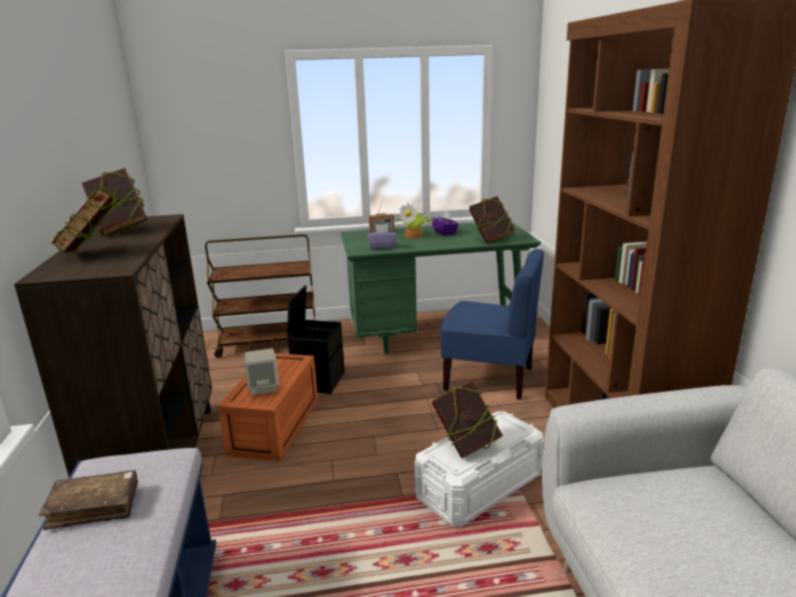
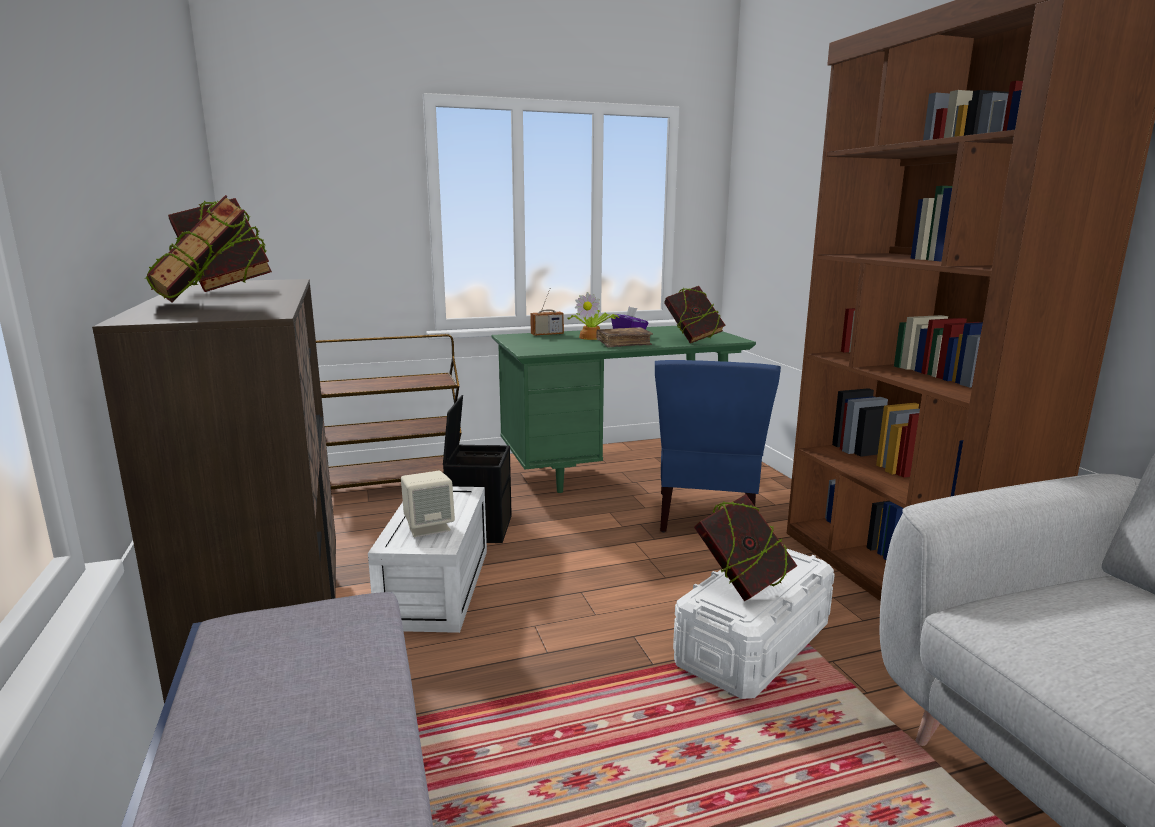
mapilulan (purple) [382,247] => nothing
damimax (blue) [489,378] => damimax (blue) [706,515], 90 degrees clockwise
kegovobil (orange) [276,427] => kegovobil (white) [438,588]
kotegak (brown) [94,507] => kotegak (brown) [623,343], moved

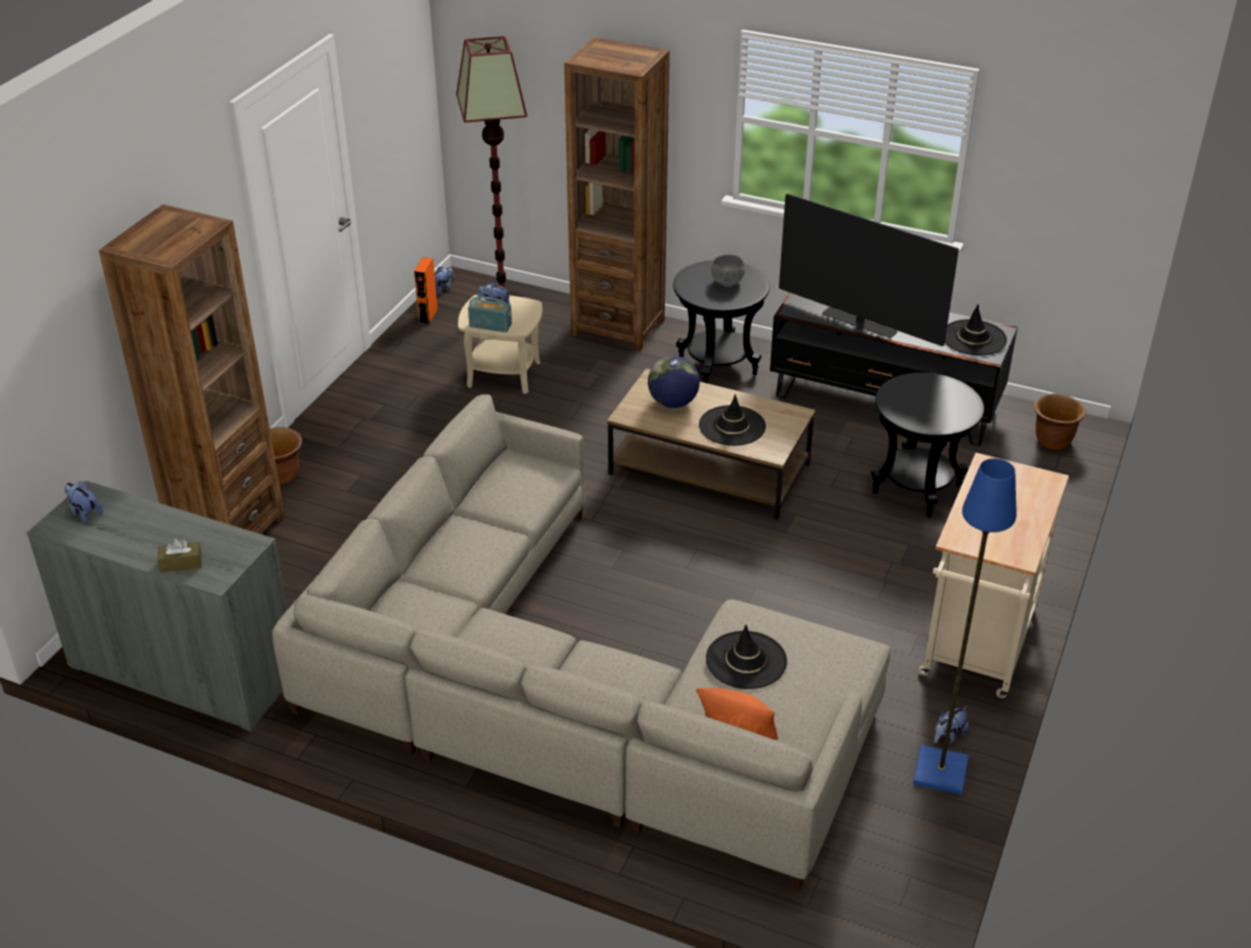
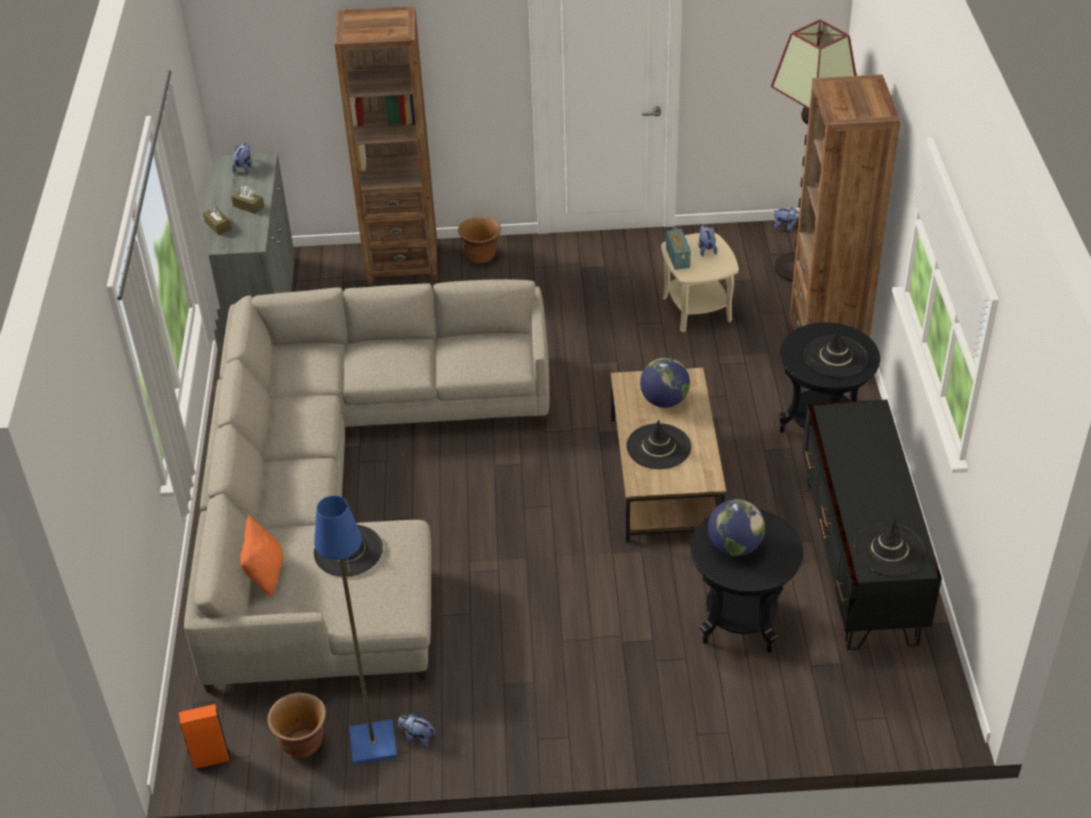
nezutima [859,323] => nothing
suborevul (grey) [728,282] => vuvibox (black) [836,357]
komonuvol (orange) [428,316] => komonuvol (orange) [211,759], moved
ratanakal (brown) [1052,441] => ratanakal (brown) [302,744], moved
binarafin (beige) [977,648] => nothing
nothing => mapilulan (brown) [248,206]
nothing => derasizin [734,546]

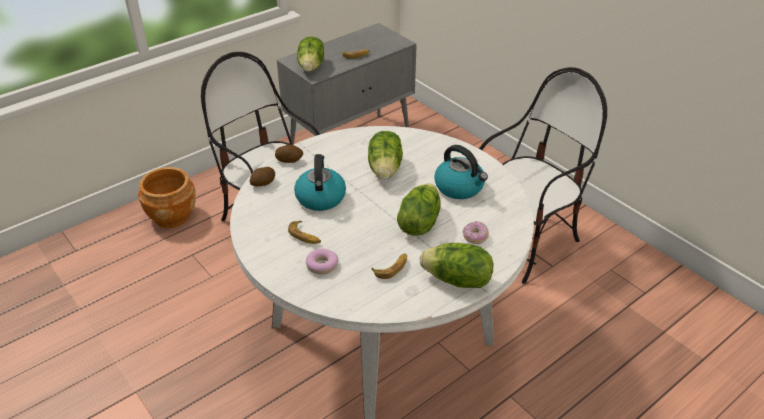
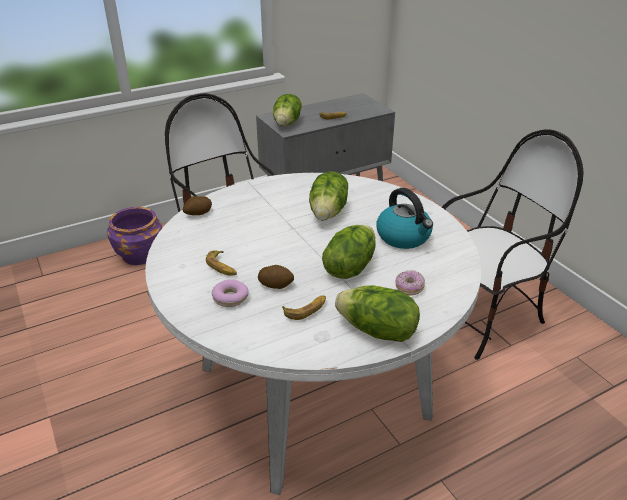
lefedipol [289,160] => lefedipol [276,285], moved
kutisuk [320,197] => nothing
ratanakal (brown) [172,216] => ratanakal (purple) [139,255]

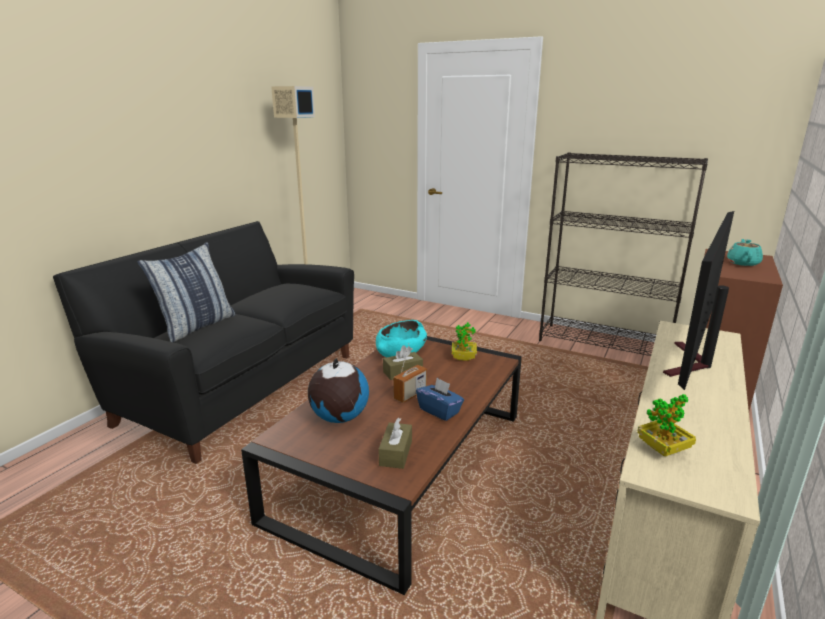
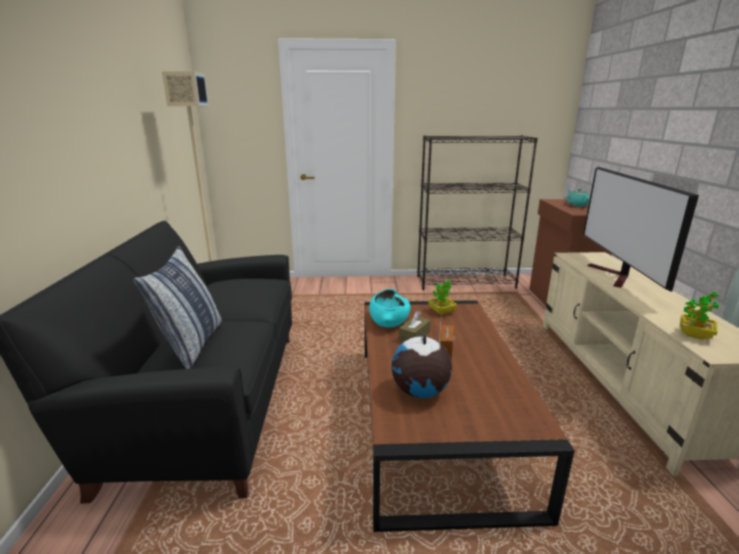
mapilulan (blue) [439,411] => nothing
mapilulan (brown) [396,453] => nothing

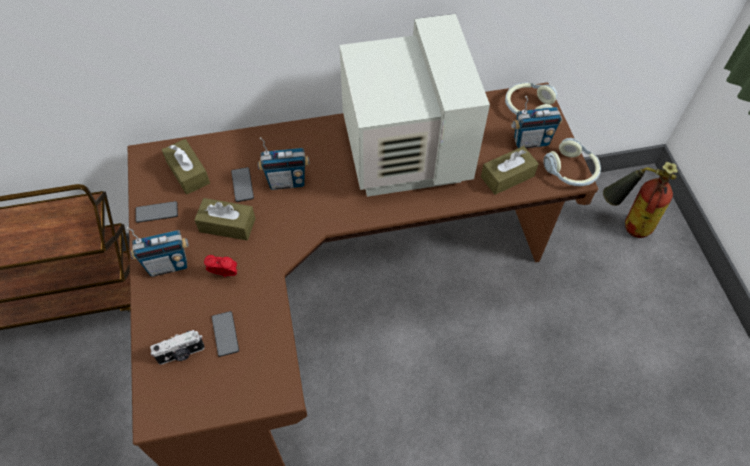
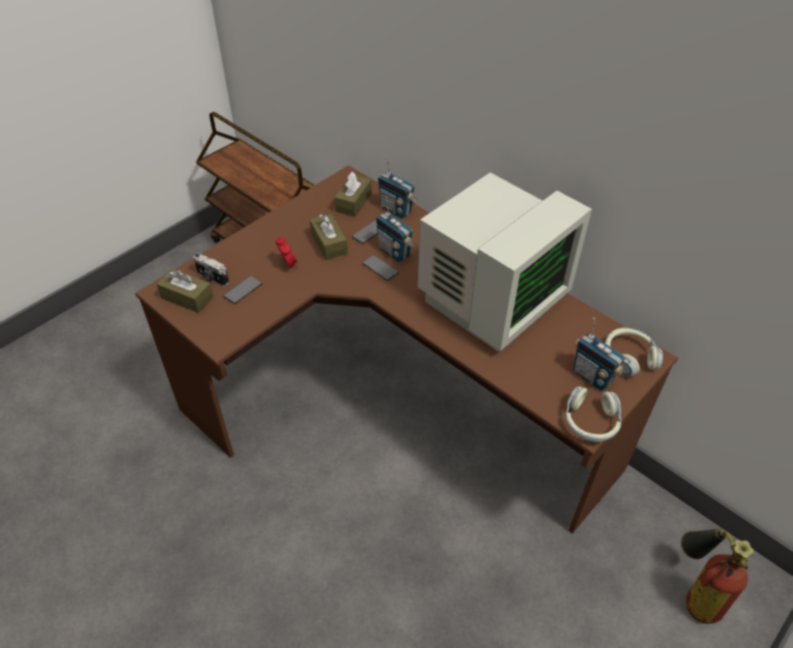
mapilulan (brown) [507,176] => mapilulan (brown) [187,298], moved
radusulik [157,212] => radusulik [380,268], moved
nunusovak [168,265] => nunusovak [396,210], moved

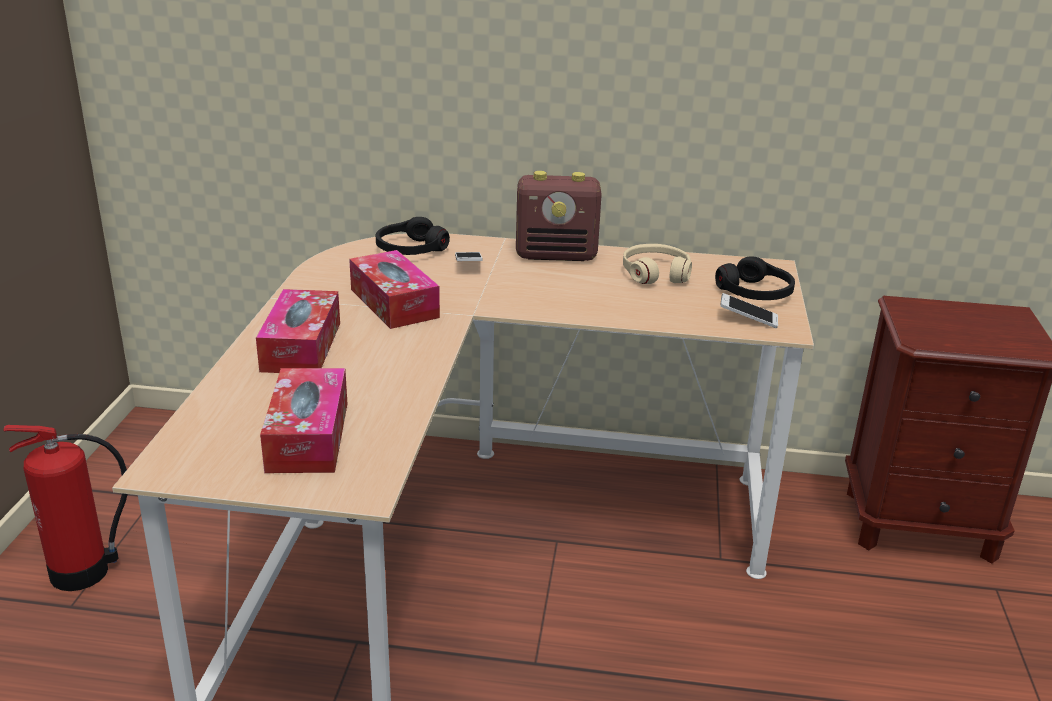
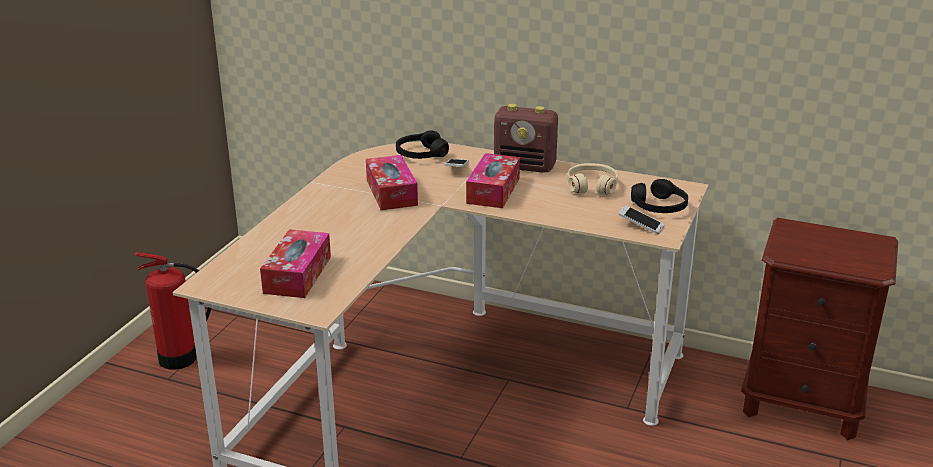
mapilulan [301,346] => mapilulan [493,190], moved

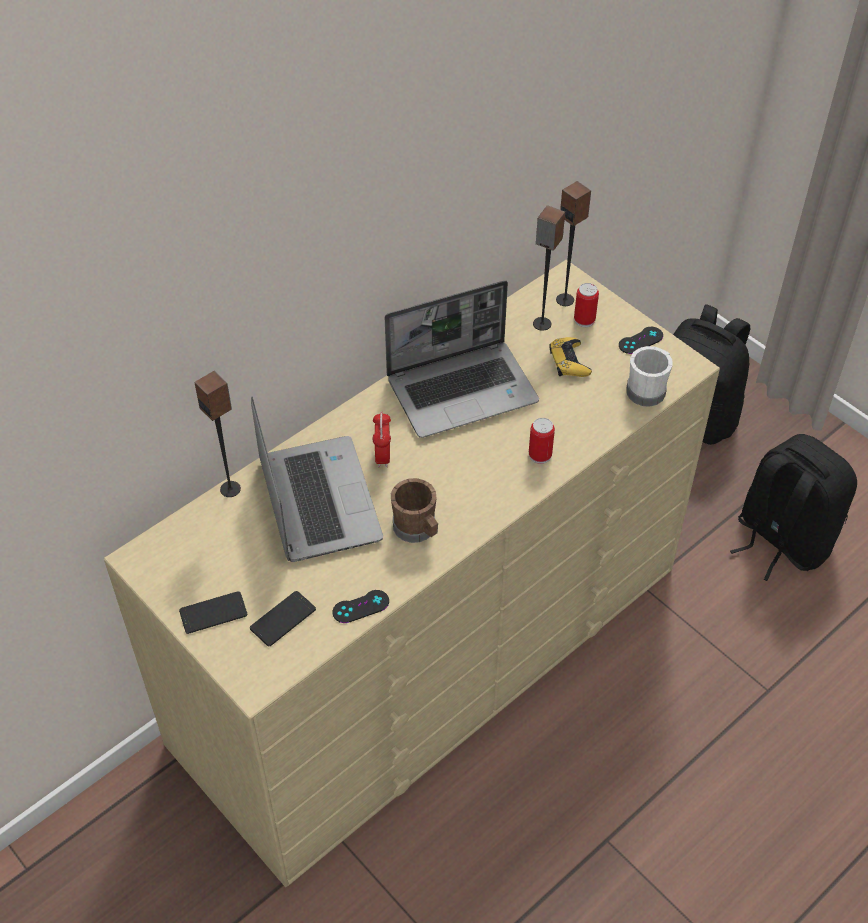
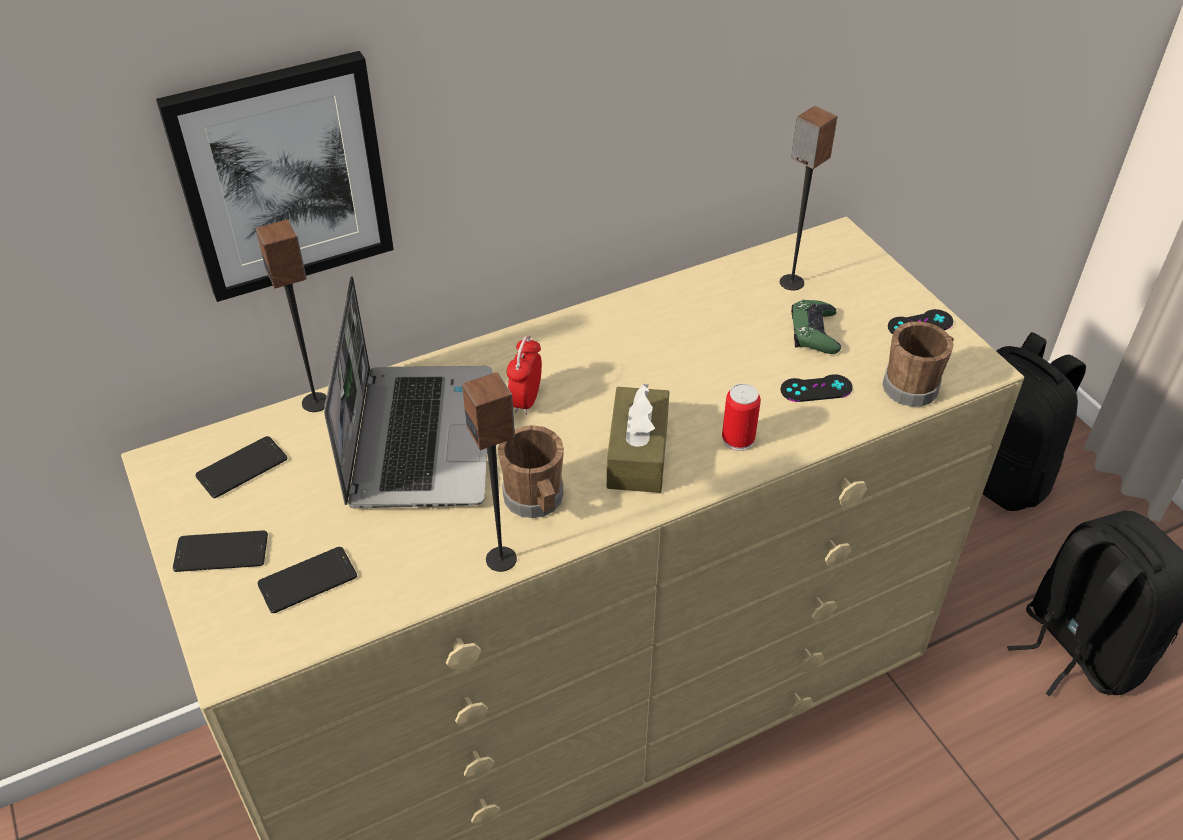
komonuvol [565,300] => komonuvol [502,559], moved
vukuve [463,389] => nothing
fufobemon [584,320] => nothing
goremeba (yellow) [569,362] => goremeba (green) [814,332]
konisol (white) [648,389] => konisol (brown) [915,385]
goremeba (black) [361,607] => goremeba (black) [816,389], moved
nothing => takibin [283,176]
nothing => mapilulan (brown) [637,454]
nothing => radusulik [242,468]

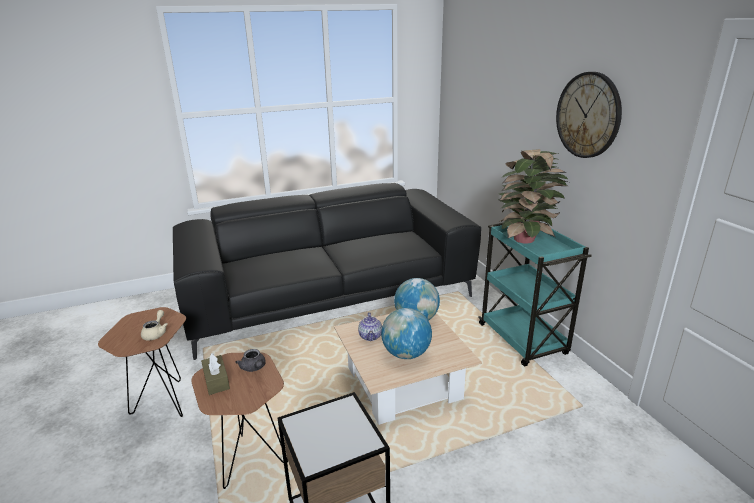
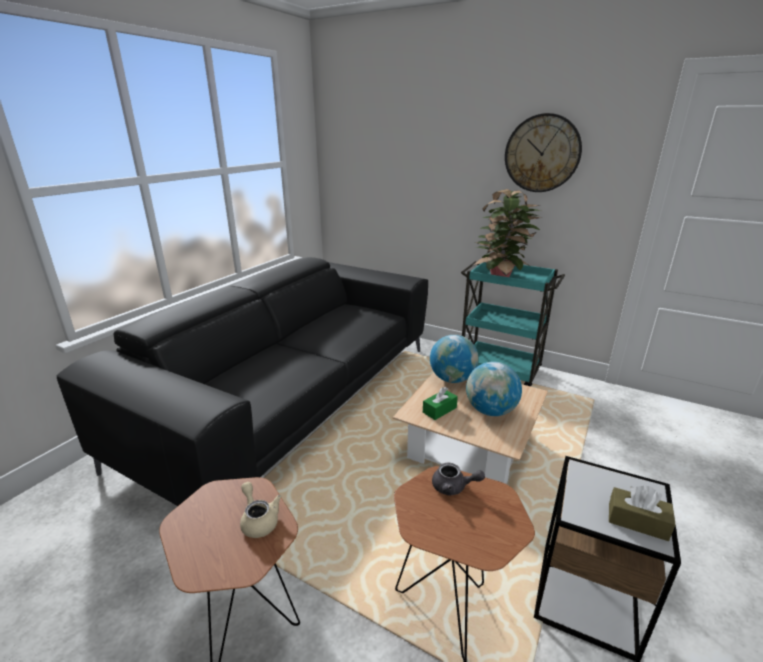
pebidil [370,336] => mapilulan (green) [439,410]
mapilulan (brown) [216,381] => mapilulan (brown) [637,521], moved

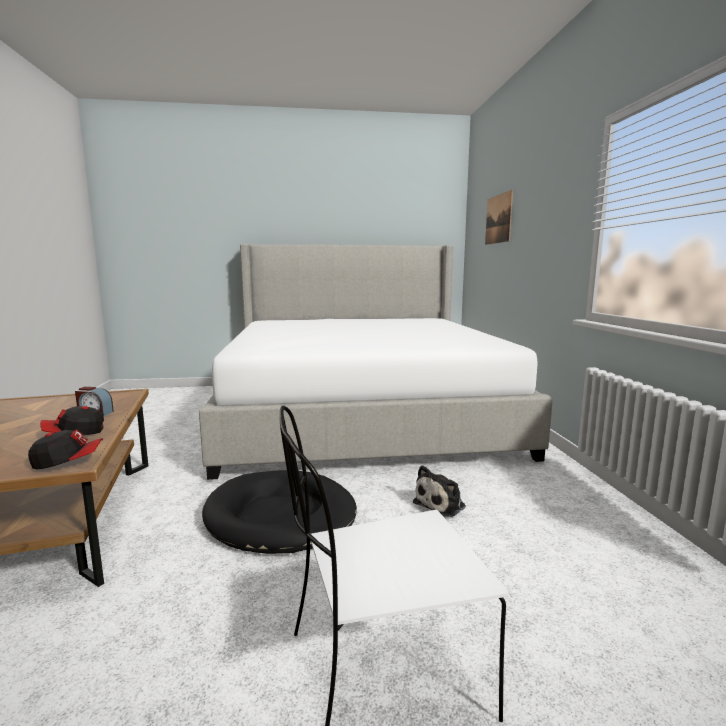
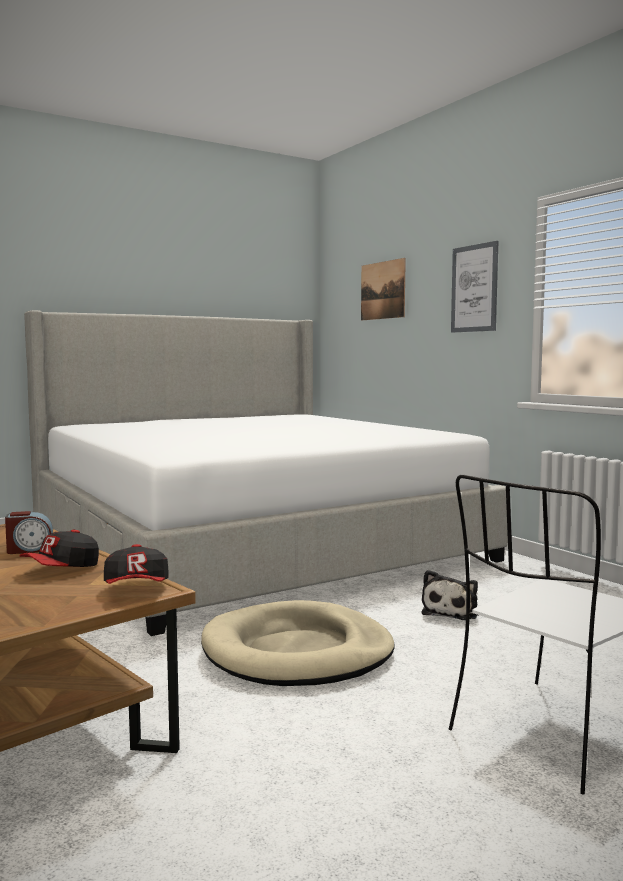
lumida [68,461] => lumida [137,589], 120 degrees clockwise
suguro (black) [281,516] => suguro (beige) [297,652]
nothing => takibin [474,288]

